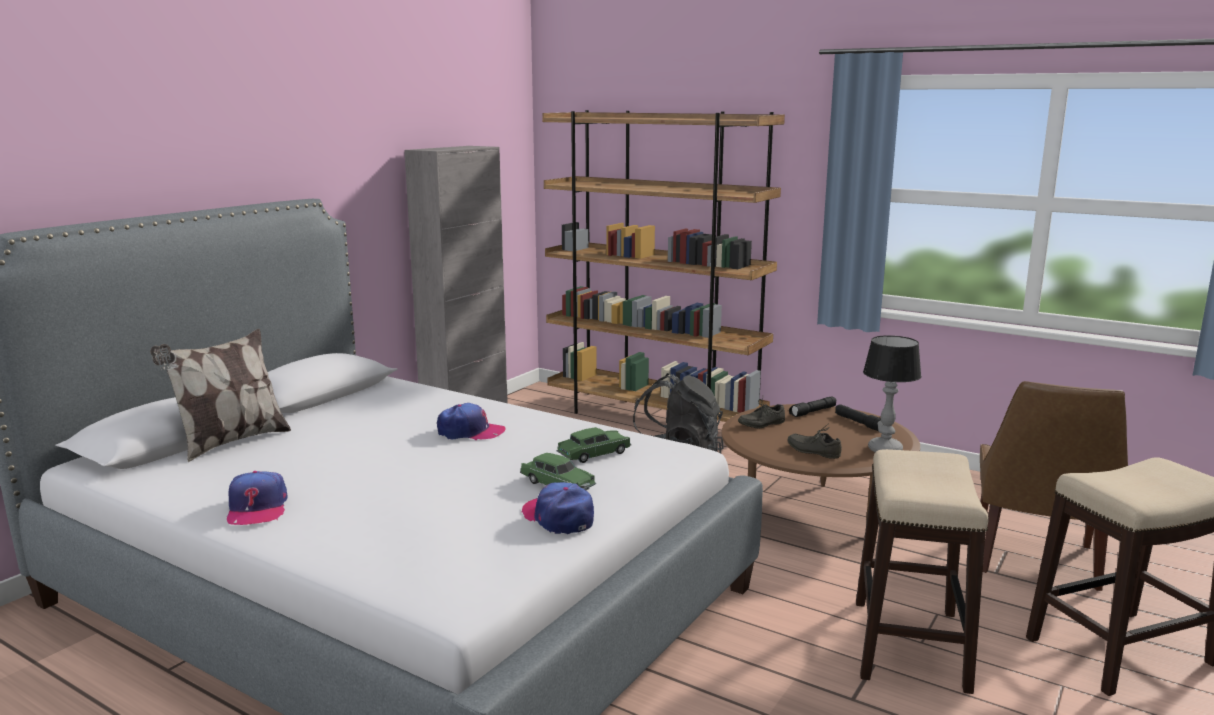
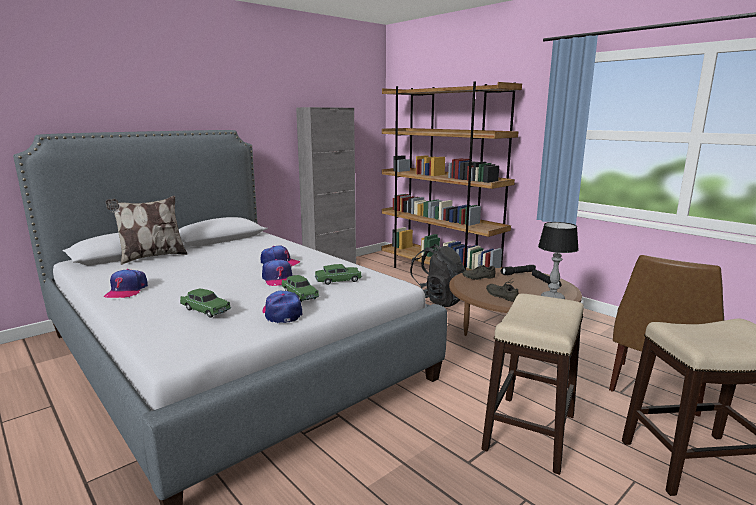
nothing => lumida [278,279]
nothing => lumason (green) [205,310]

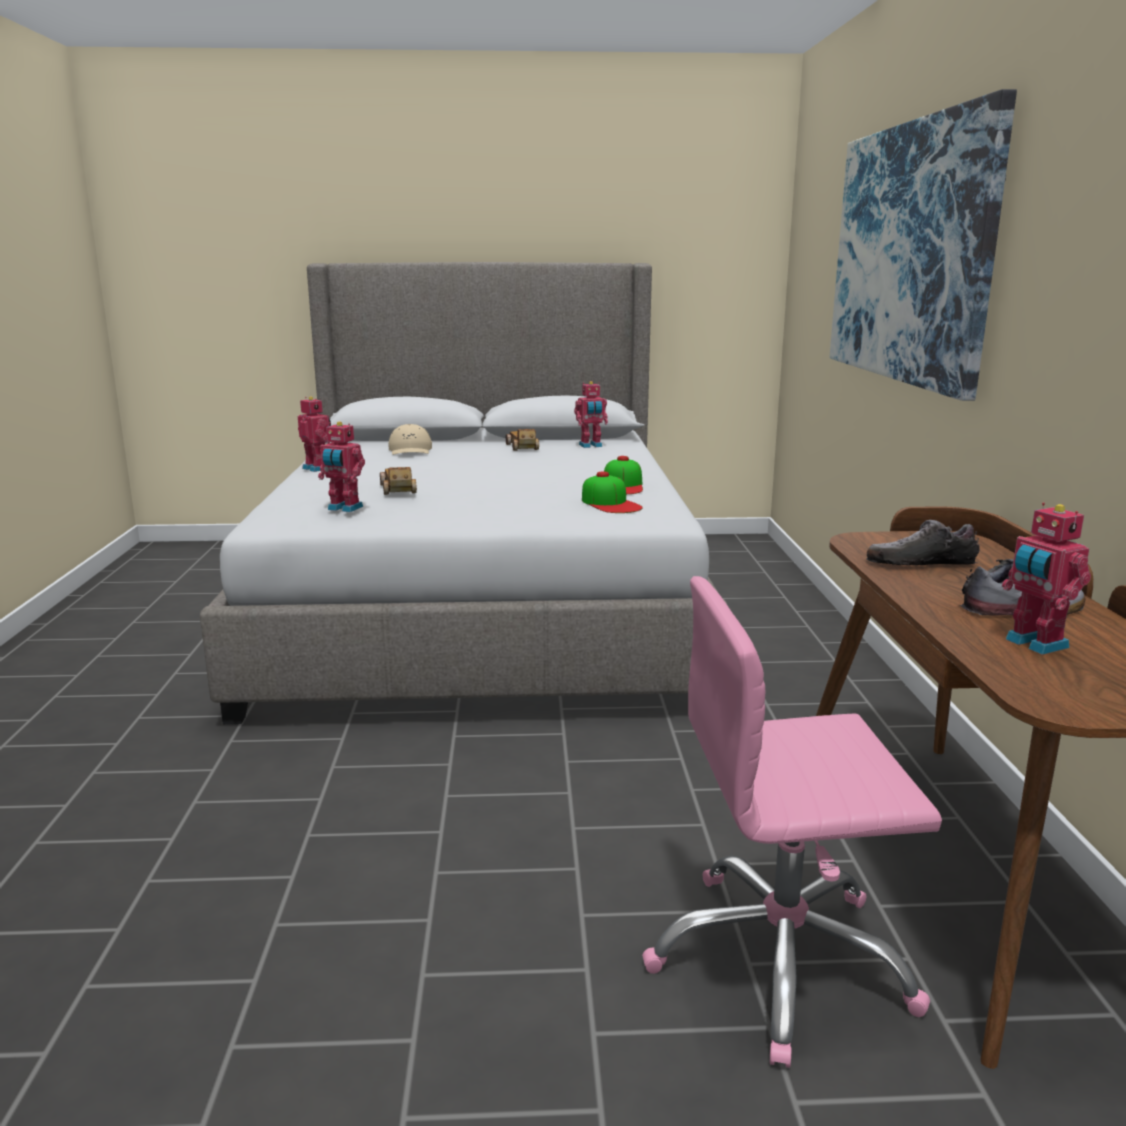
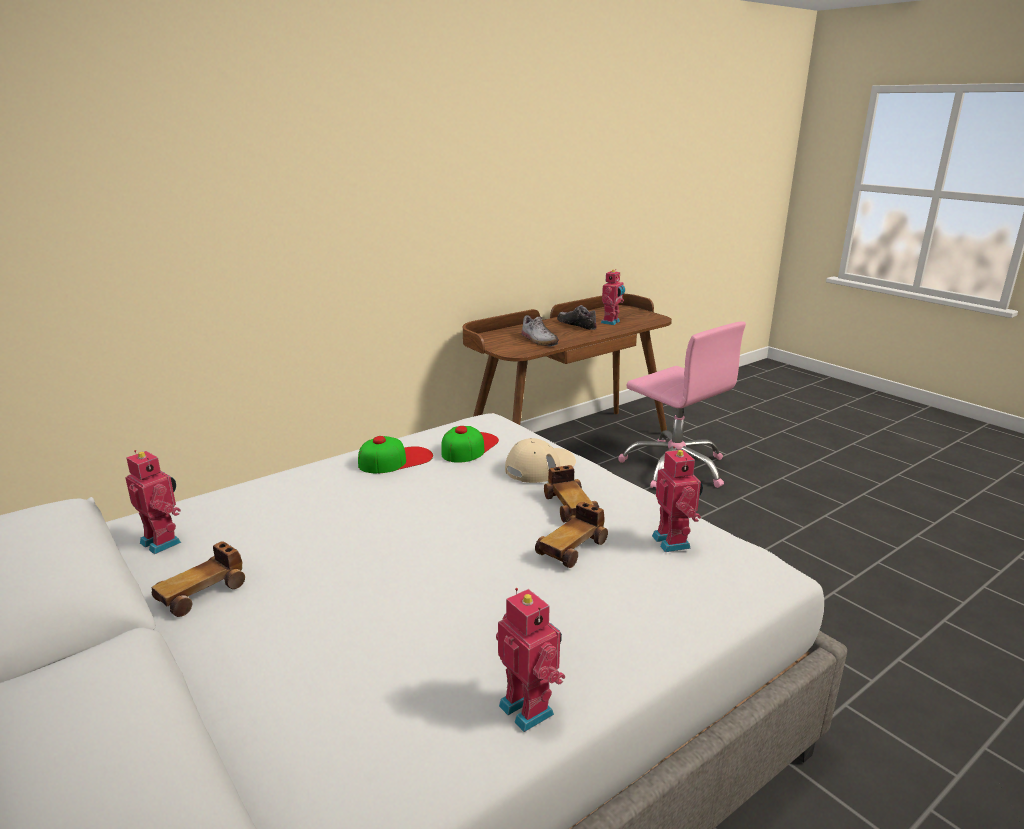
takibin [909,253] => nothing
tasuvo [318,468] => tasuvo [529,708], 135 degrees clockwise
lumida (beige) [410,450] => lumida (beige) [540,466], moved
nothing => lumason [570,506]

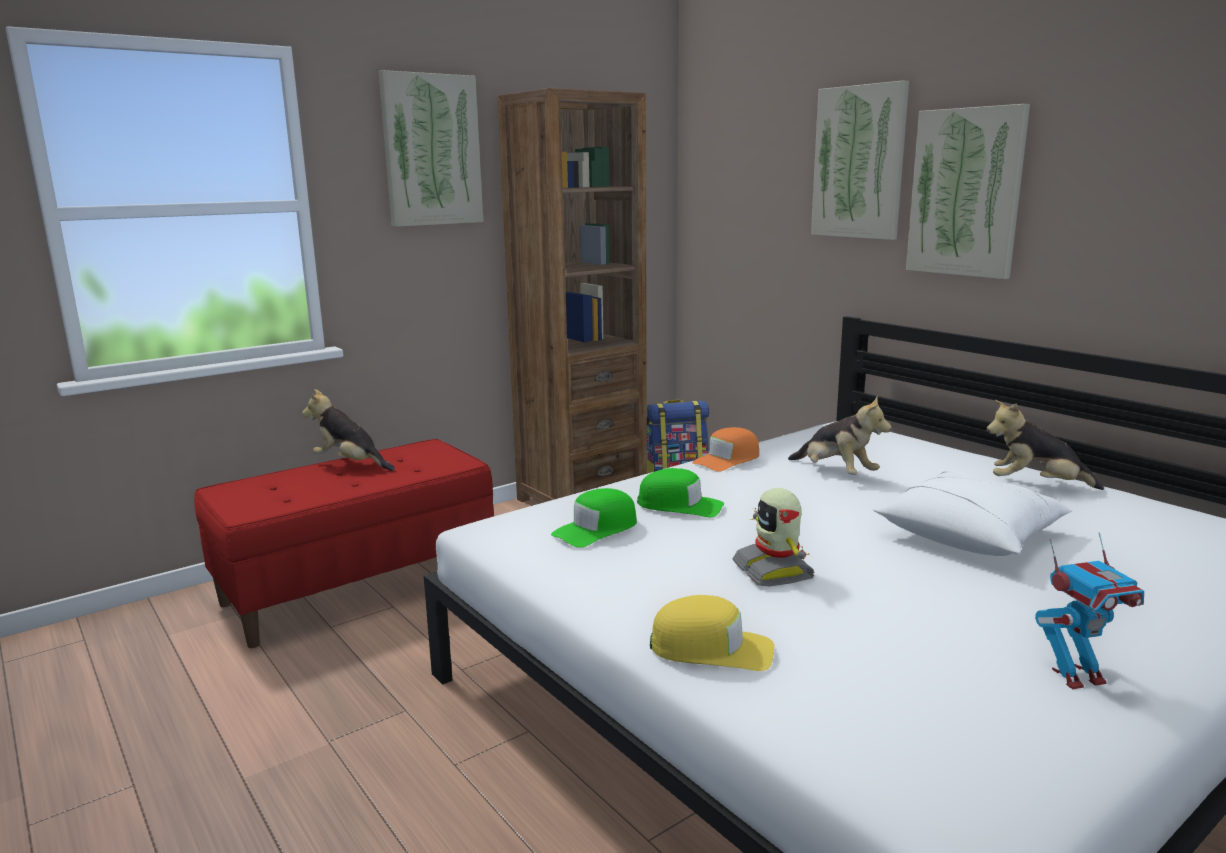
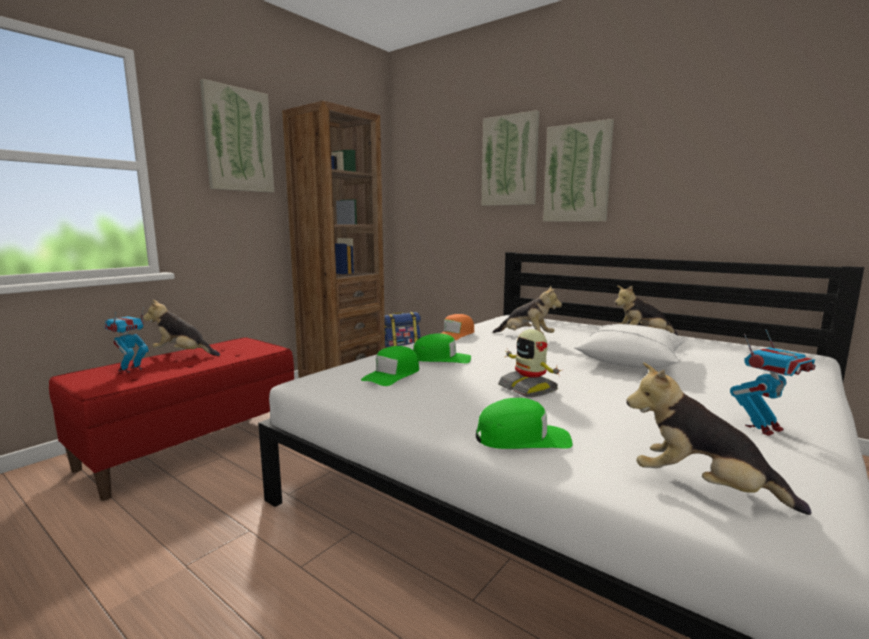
lumida (yellow) [711,649] => lumida (green) [522,438]
nothing => tasuvo [131,369]
nothing => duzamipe [702,489]

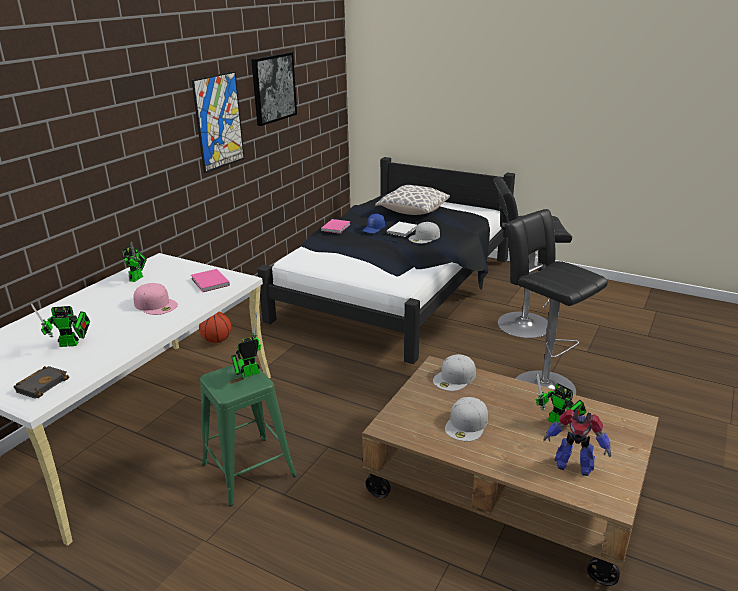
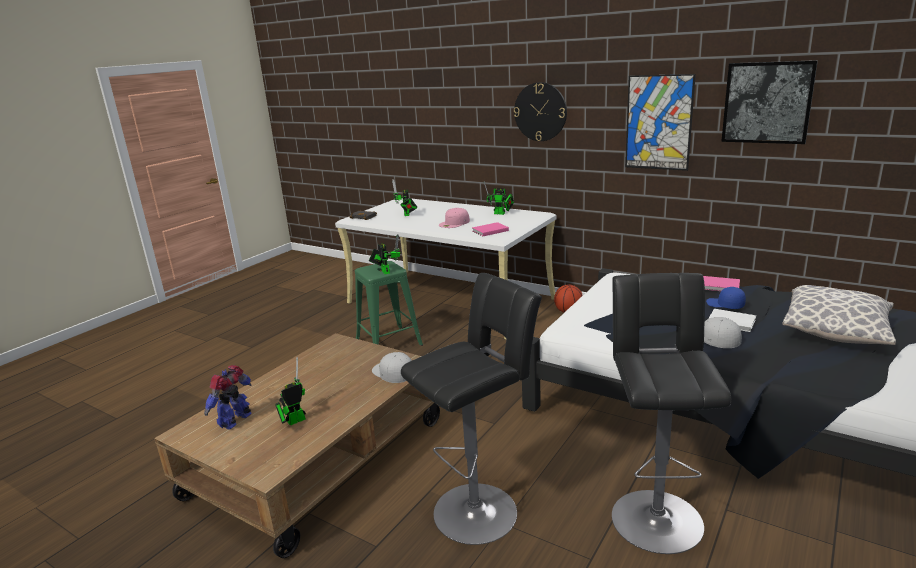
lumida (white) [467,424] => nothing
nothing => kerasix [540,112]

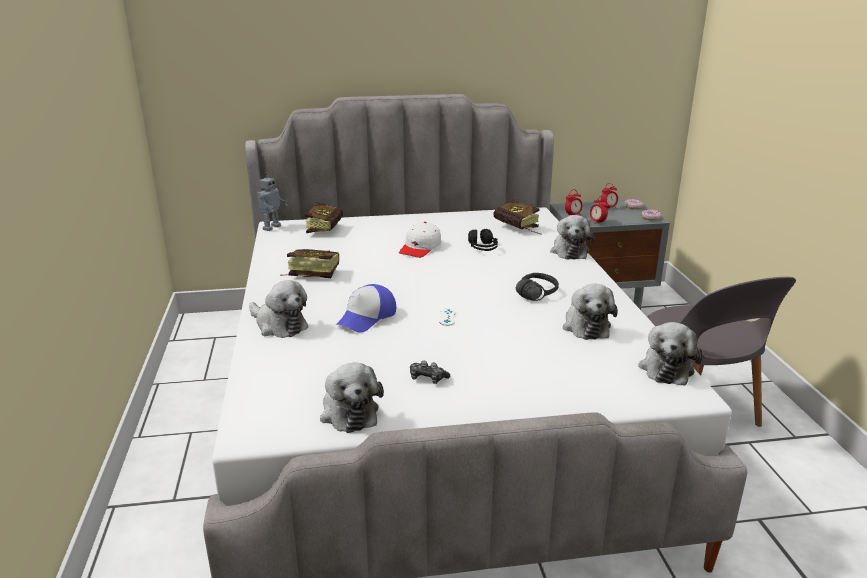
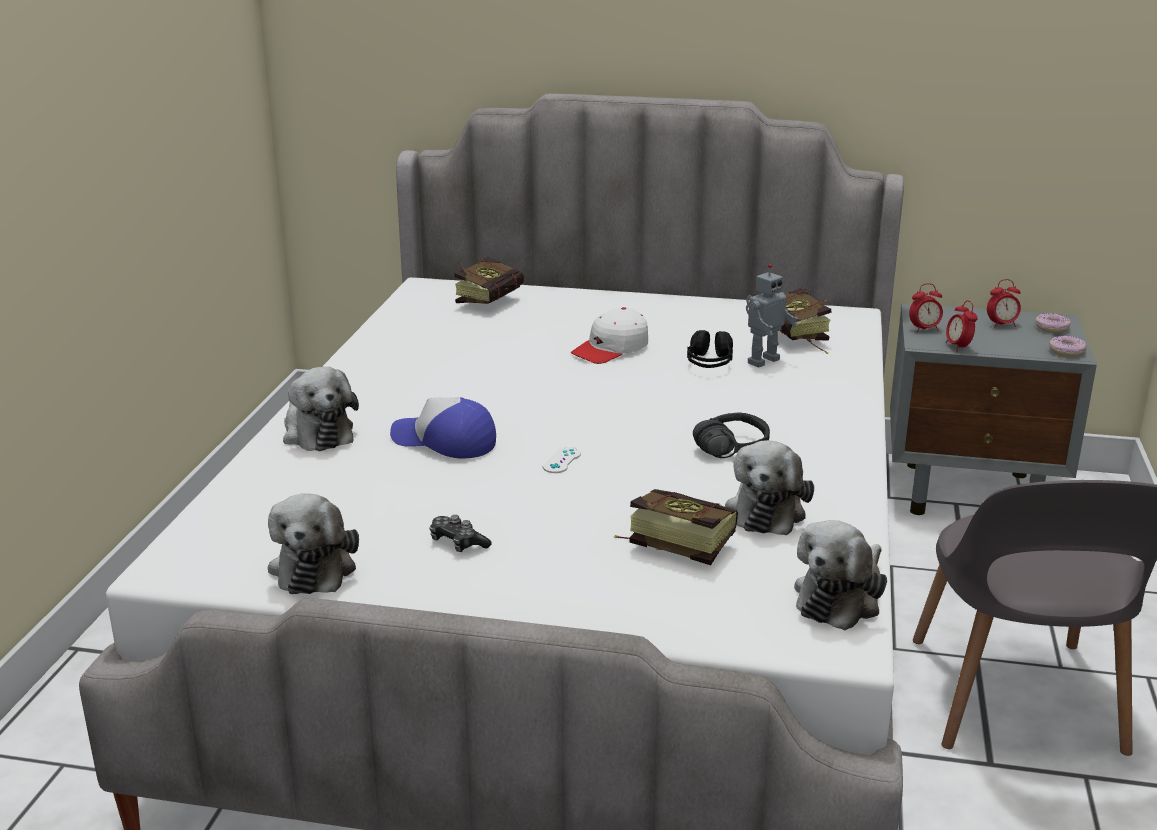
tasuvo [271,227] => tasuvo [762,361], moved
duzamipe [569,251] => nothing
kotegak [309,274] => kotegak [672,544], moved
lumida [367,317] => lumida [444,442], 60 degrees clockwise

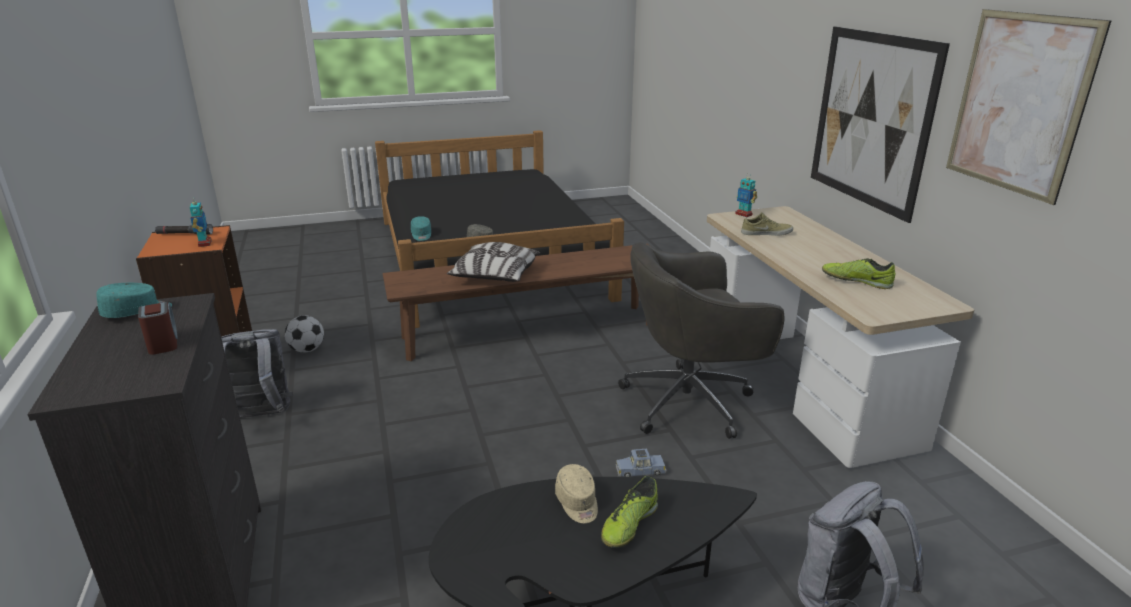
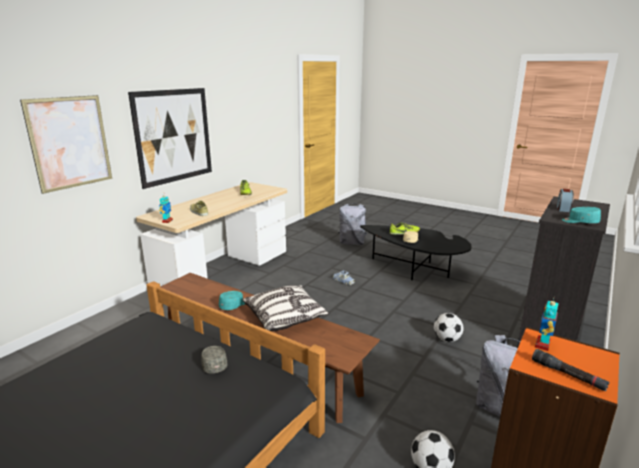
takibin [1018,103] => takibin [70,142], moved
lumida (turquoise) [421,235] => lumida (turquoise) [233,305], moved
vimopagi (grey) [690,402] => nothing
nothing => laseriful [447,339]

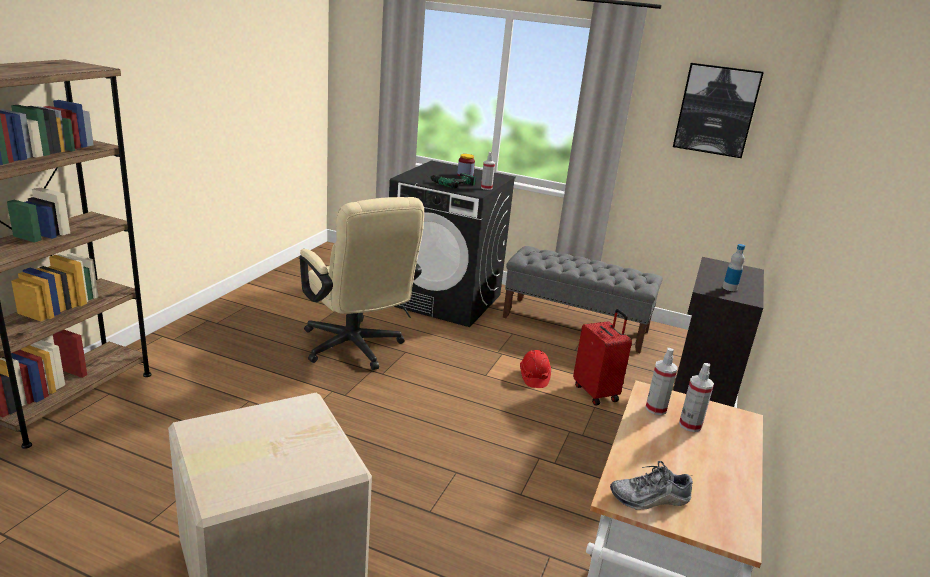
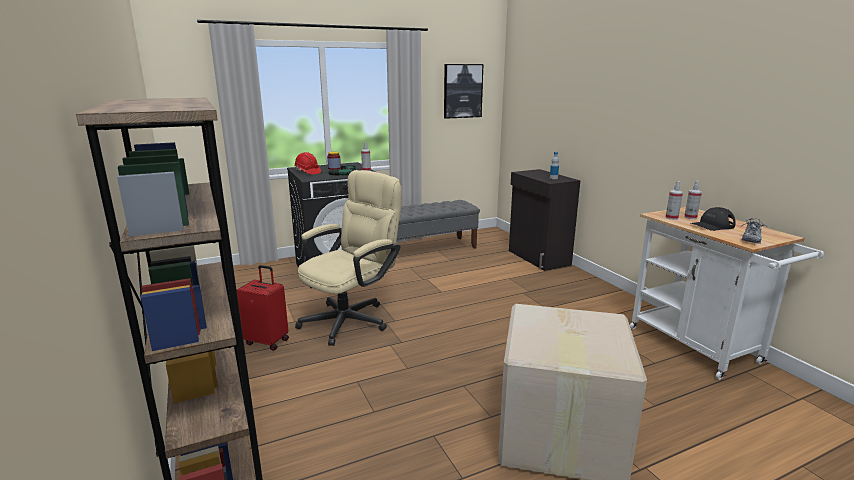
vimopagi (beige) [356,350] => vimopagi (beige) [352,318], 60 degrees counterclockwise
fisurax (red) [596,393] => fisurax (red) [267,341], moved
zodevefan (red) [534,377] => zodevefan (red) [307,172], moved
nothing => lumida (black) [712,225]

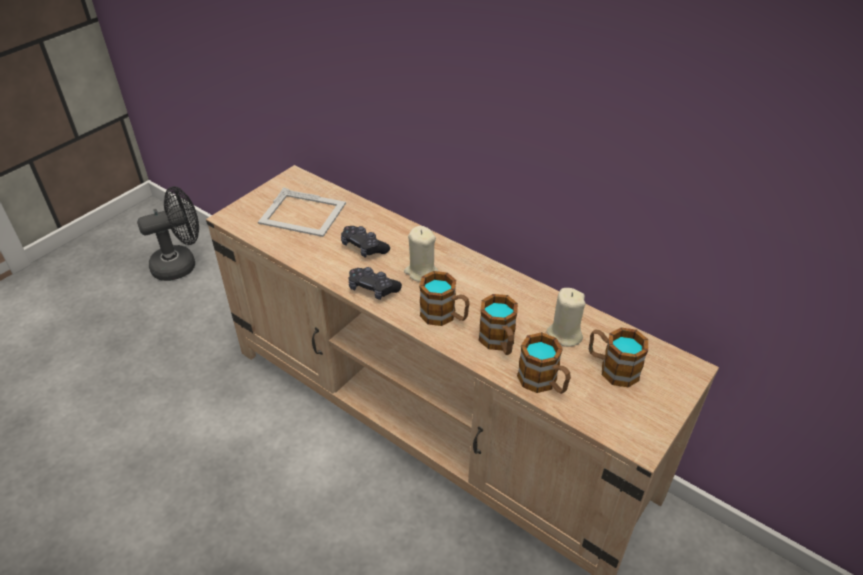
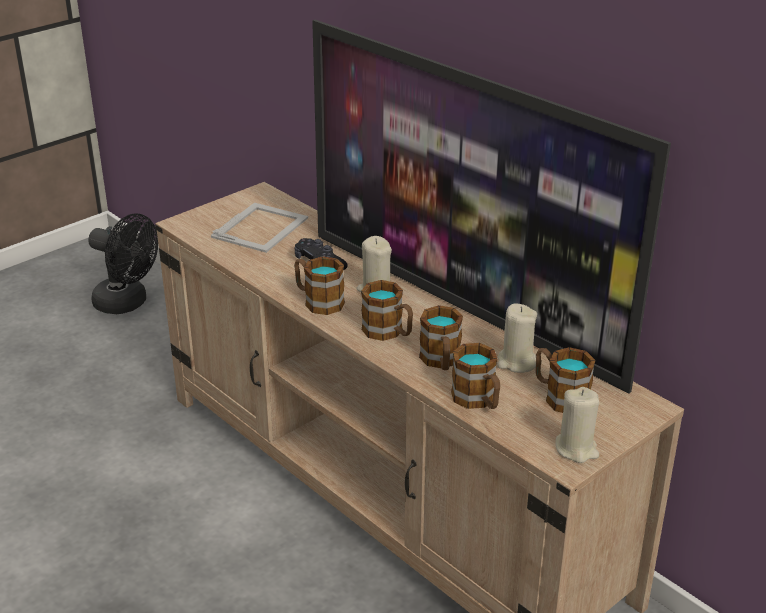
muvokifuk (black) [181,264] => muvokifuk (black) [127,303], 45 degrees clockwise
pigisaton [303,214] => pigisaton [261,227], 90 degrees counterclockwise
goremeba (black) [373,289] => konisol [318,301]
nothing => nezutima [464,305]
nothing => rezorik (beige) [576,449]

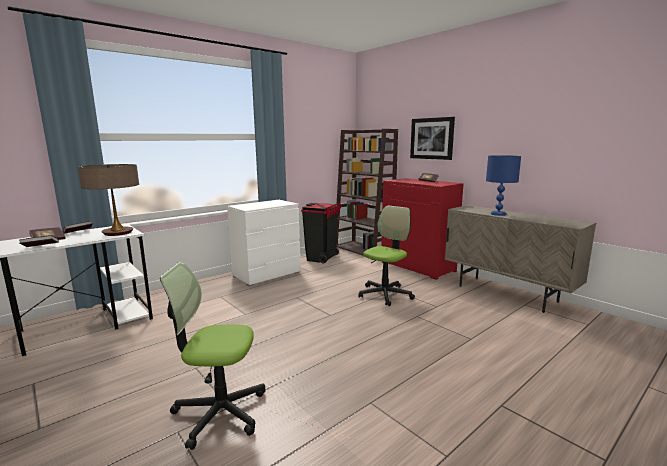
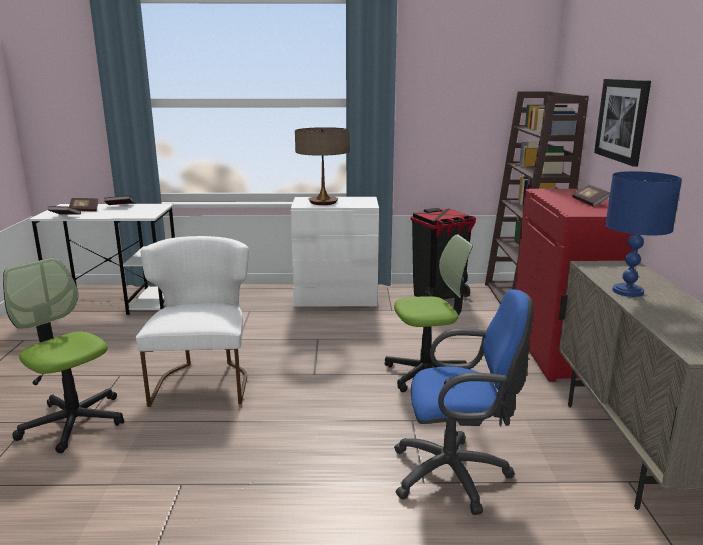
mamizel [118,233] => mamizel [323,202], moved
nothing => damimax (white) [203,381]
nothing => vimopagi (blue) [456,475]

